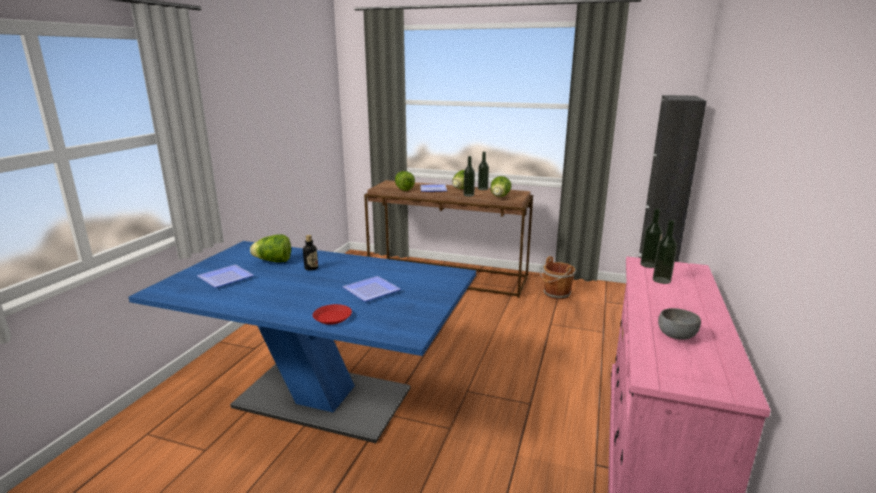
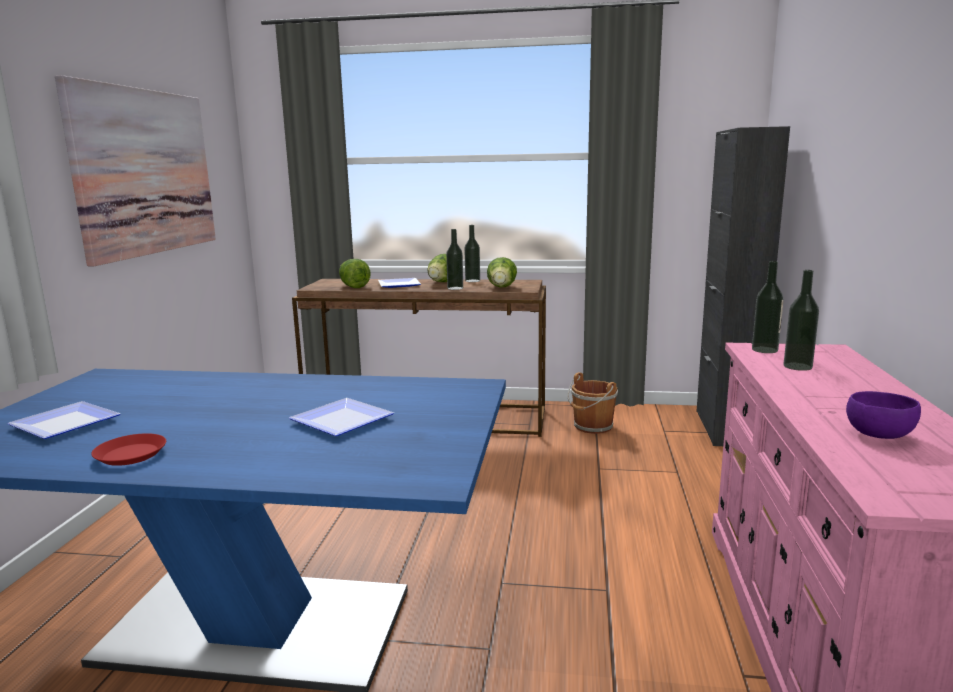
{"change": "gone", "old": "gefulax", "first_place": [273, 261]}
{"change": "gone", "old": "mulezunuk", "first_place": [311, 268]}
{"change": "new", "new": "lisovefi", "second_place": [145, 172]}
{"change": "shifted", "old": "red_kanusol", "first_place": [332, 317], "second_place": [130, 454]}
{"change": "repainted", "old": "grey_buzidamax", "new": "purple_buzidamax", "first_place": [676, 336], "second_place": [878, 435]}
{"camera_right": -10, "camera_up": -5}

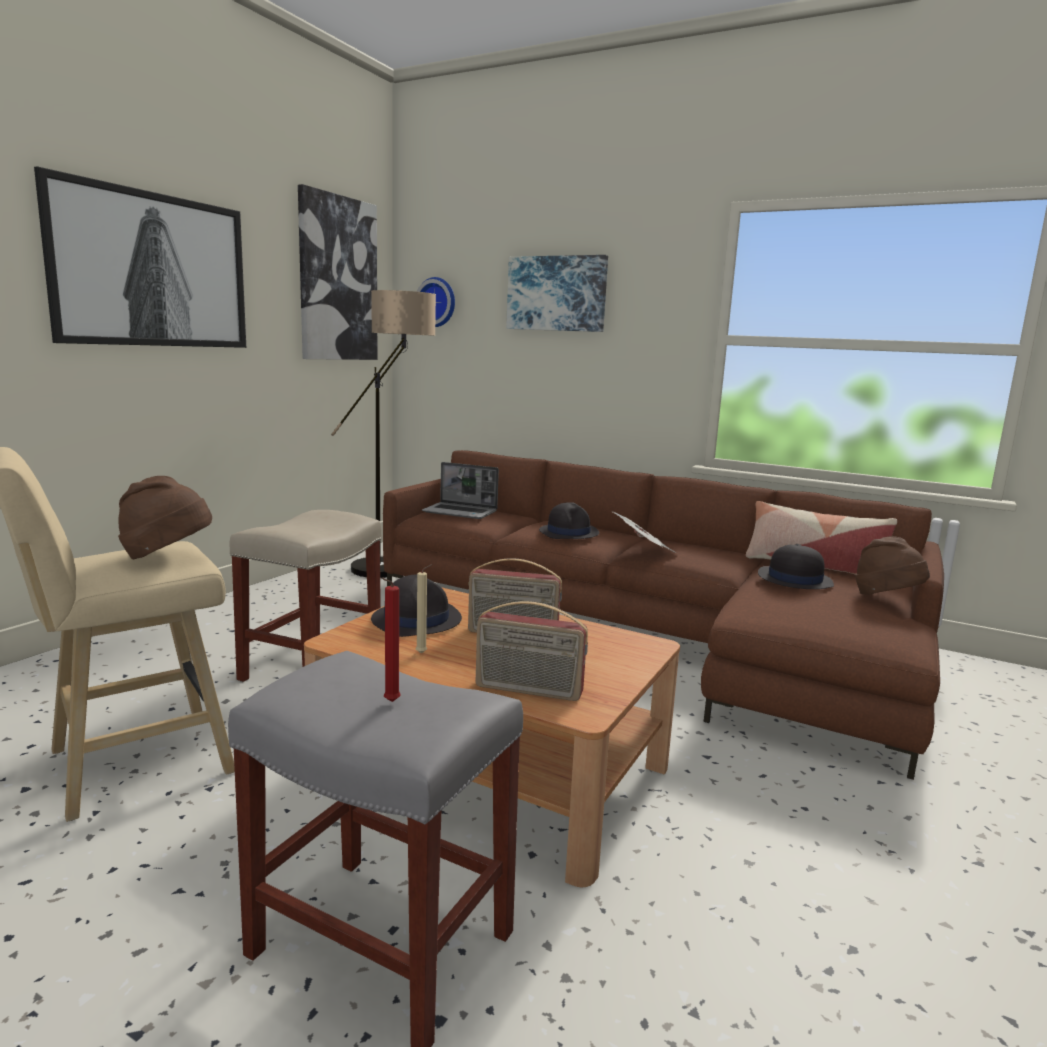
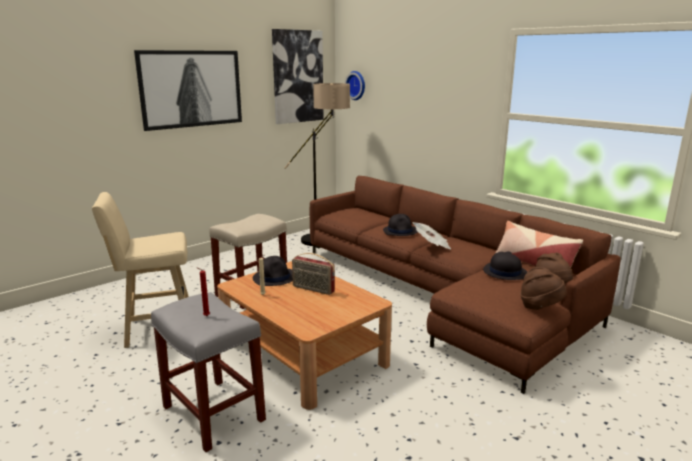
{"change": "gone", "old": "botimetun", "first_place": [461, 512]}
{"change": "gone", "old": "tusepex", "first_place": [528, 690]}
{"change": "gone", "old": "lisovefi", "first_place": [557, 293]}
{"change": "shifted", "old": "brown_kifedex", "first_place": [167, 557], "second_place": [540, 307]}
{"camera_right": 20, "camera_up": 5}

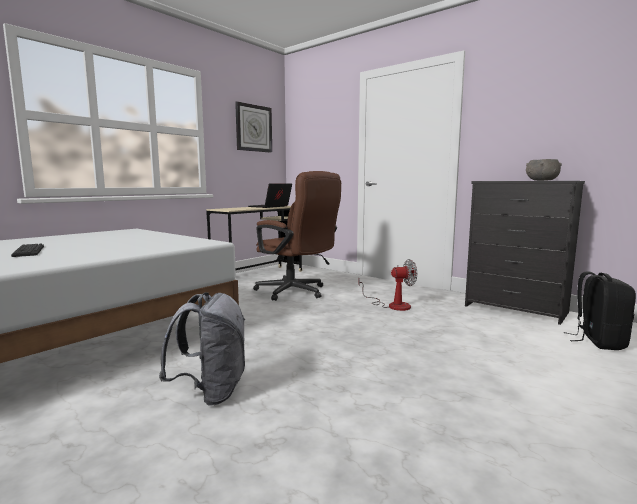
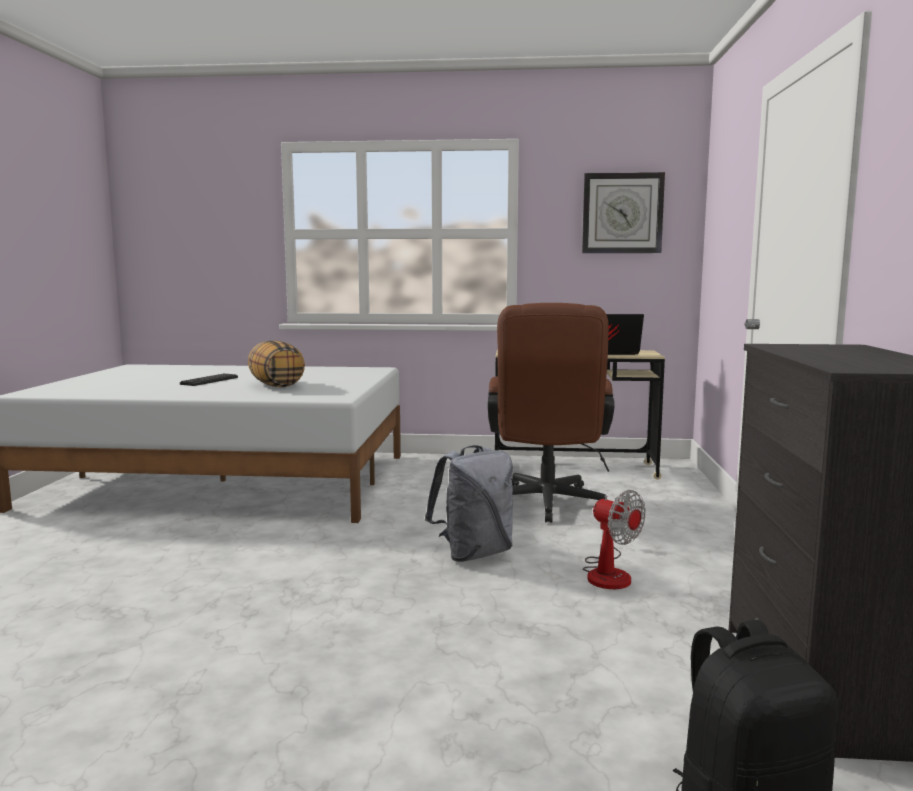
{"change": "gone", "old": "grey_buzidamax", "first_place": [541, 180]}
{"change": "new", "new": "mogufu", "second_place": [276, 385]}
{"change": "shifted", "old": "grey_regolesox", "first_place": [211, 392], "second_place": [474, 554]}
{"camera_right": 55, "camera_up": 0}

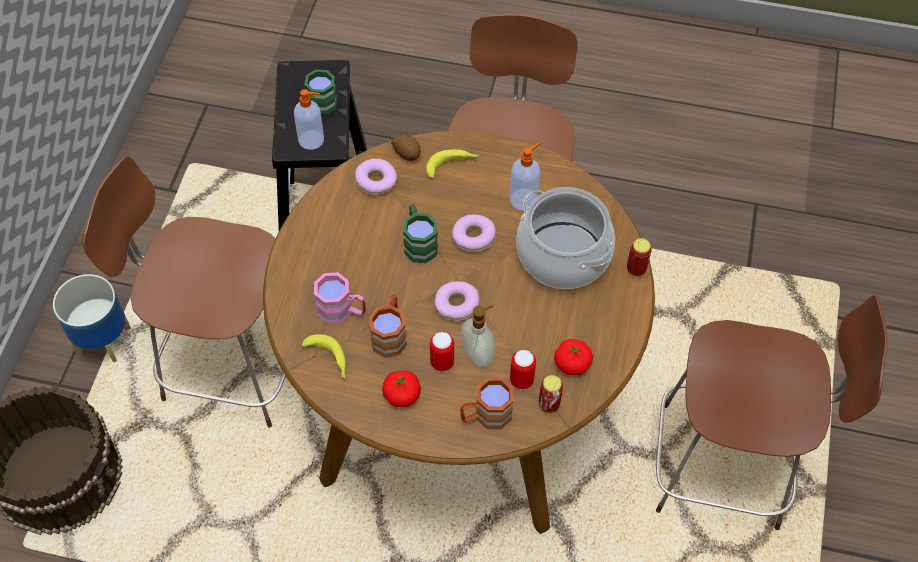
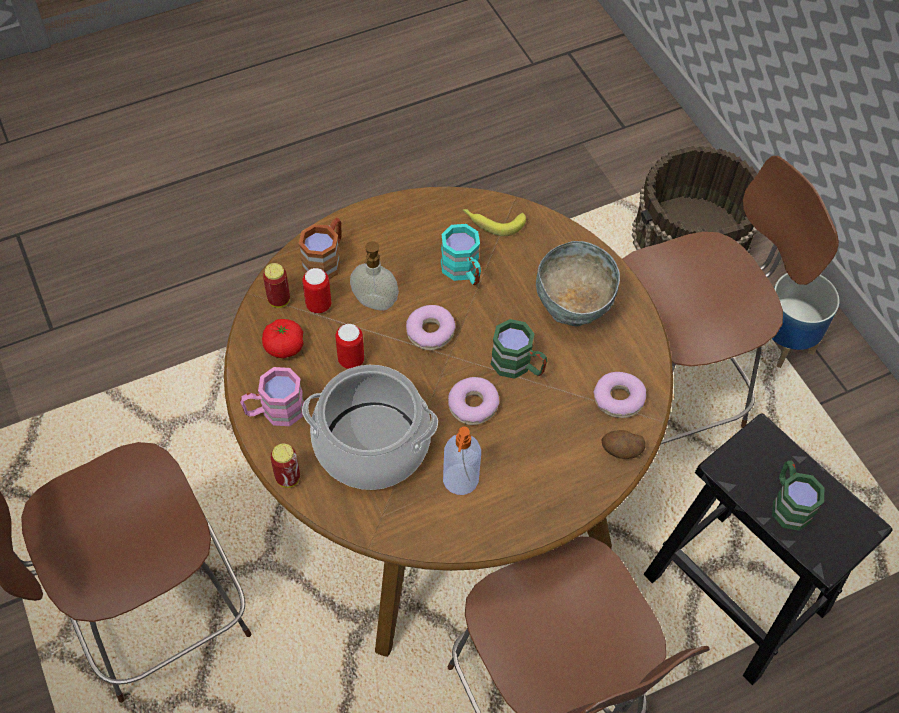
{"change": "gone", "old": "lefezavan", "first_place": [312, 140]}
{"change": "gone", "old": "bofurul", "first_place": [402, 395]}
{"change": "gone", "old": "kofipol", "first_place": [452, 165]}
{"change": "new", "new": "grey_buzidamax", "second_place": [572, 311]}
{"change": "shifted", "old": "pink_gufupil", "first_place": [342, 311], "second_place": [274, 411]}
{"change": "shifted", "old": "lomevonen", "first_place": [442, 362], "second_place": [351, 360]}
{"change": "repainted", "old": "brown_gufupil", "new": "turquoise_gufupil", "first_place": [390, 334], "second_place": [463, 271]}
{"camera_right": 140, "camera_up": 0}

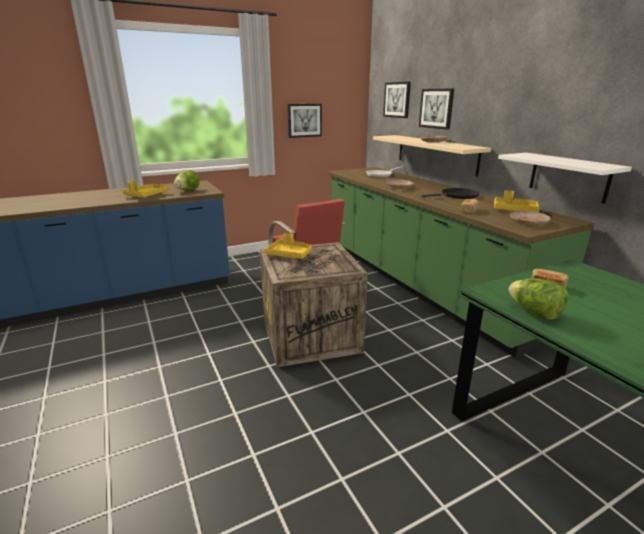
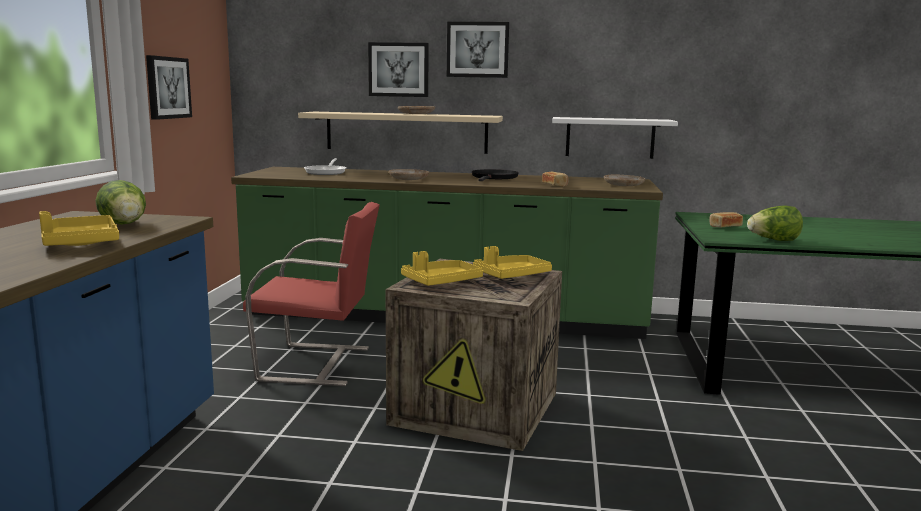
{"change": "shifted", "old": "lisovefi", "first_place": [397, 100], "second_place": [477, 50]}
{"change": "shifted", "old": "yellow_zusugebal", "first_place": [514, 210], "second_place": [511, 275]}
{"camera_right": -55, "camera_up": -10}

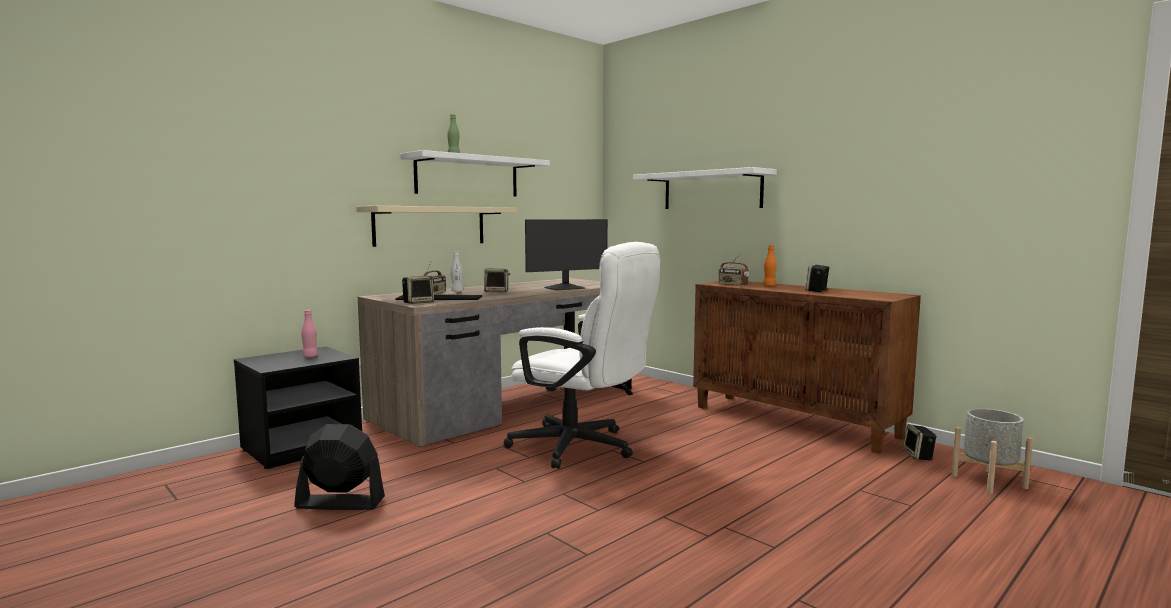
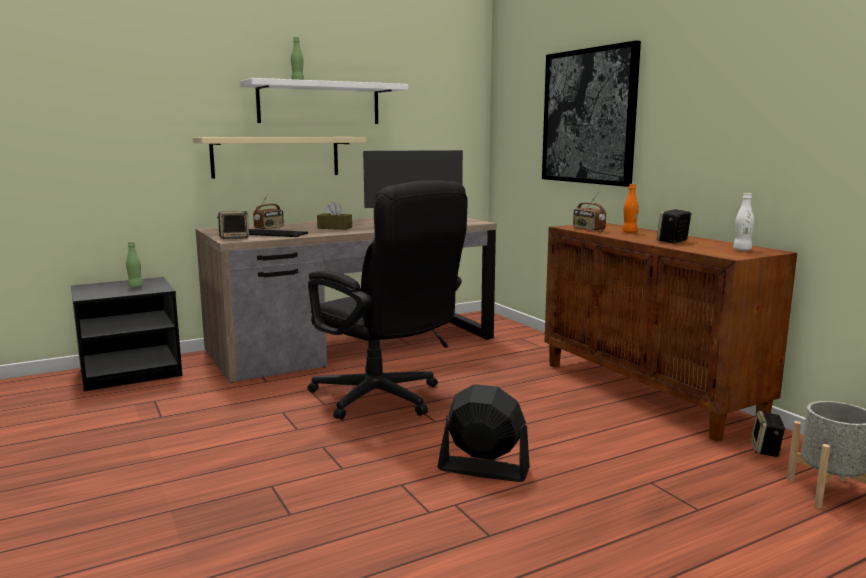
{"change": "shifted", "old": "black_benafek", "first_place": [340, 503], "second_place": [483, 469]}
{"change": "shifted", "old": "white_mulezunuk", "first_place": [457, 291], "second_place": [742, 250]}
{"change": "swapped", "old": "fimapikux", "new": "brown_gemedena", "first_place": [497, 292], "second_place": [334, 228]}
{"change": "swapped", "old": "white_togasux", "new": "lisovefi", "first_place": [711, 190], "second_place": [588, 116]}
{"change": "repainted", "old": "pink_mulezunuk", "new": "green_mulezunuk", "first_place": [310, 356], "second_place": [135, 286]}
{"change": "repainted", "old": "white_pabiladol", "new": "black_pabiladol", "first_place": [582, 448], "second_place": [384, 400]}
{"camera_right": 15, "camera_up": 5}

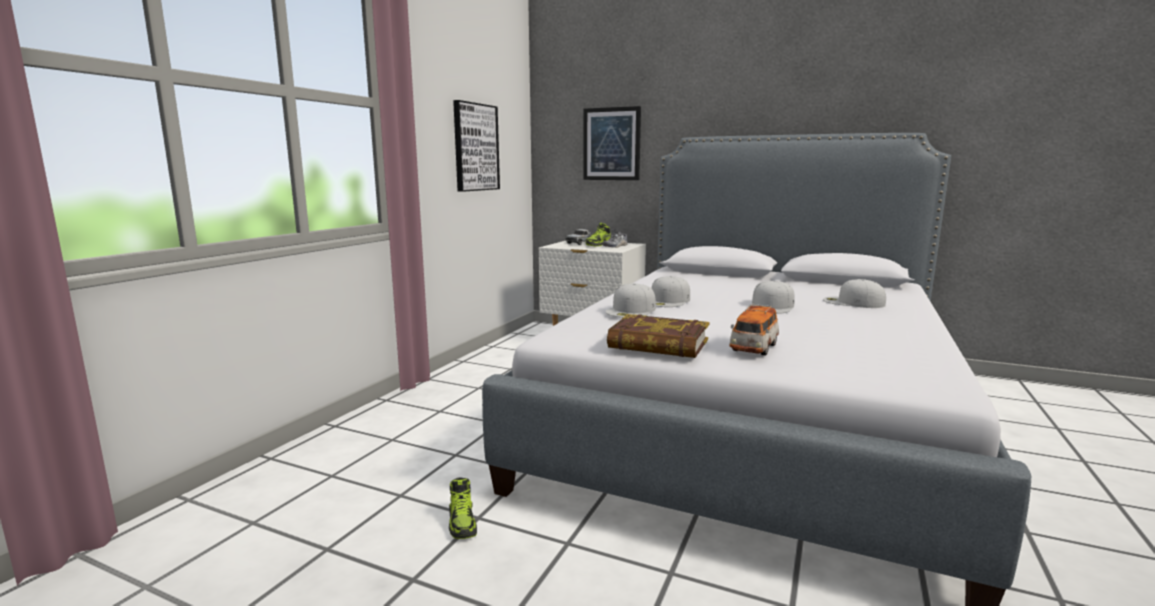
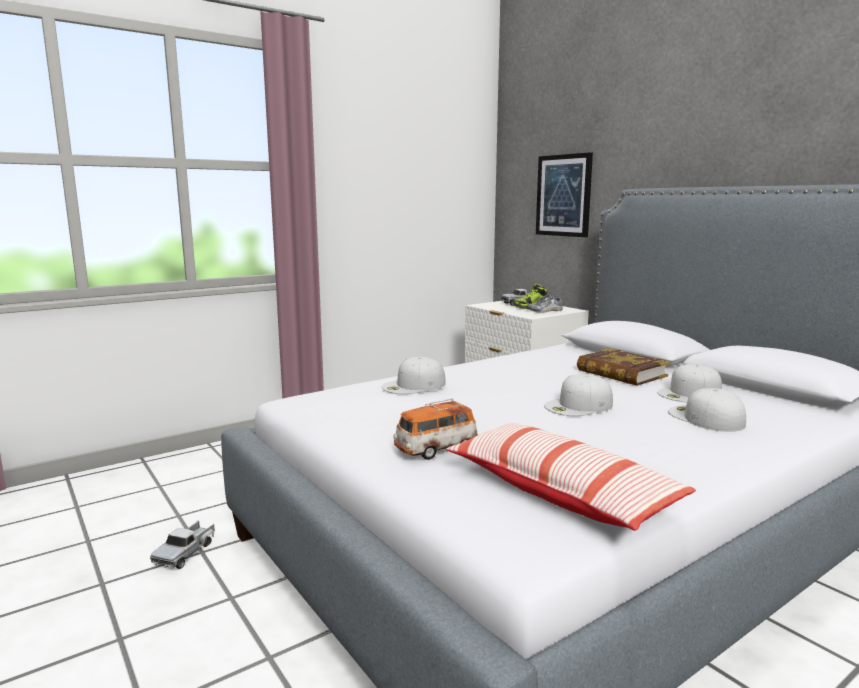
{"change": "gone", "old": "lisovefi", "first_place": [475, 147]}
{"change": "new", "new": "mogufu", "second_place": [561, 492]}
{"change": "shifted", "old": "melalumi", "first_place": [658, 344], "second_place": [621, 373]}
{"change": "shifted", "old": "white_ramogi", "first_place": [668, 301], "second_place": [689, 393]}
{"change": "swapped", "old": "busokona", "new": "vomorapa", "first_place": [462, 523], "second_place": [186, 552]}
{"camera_right": 30, "camera_up": 0}

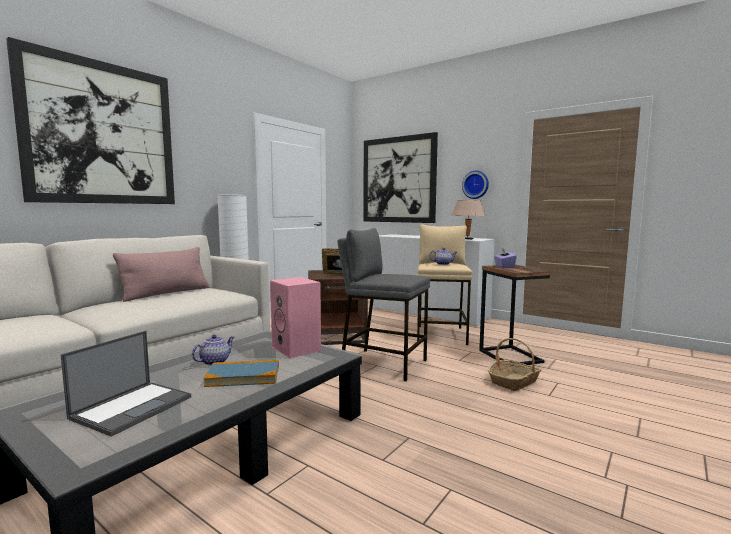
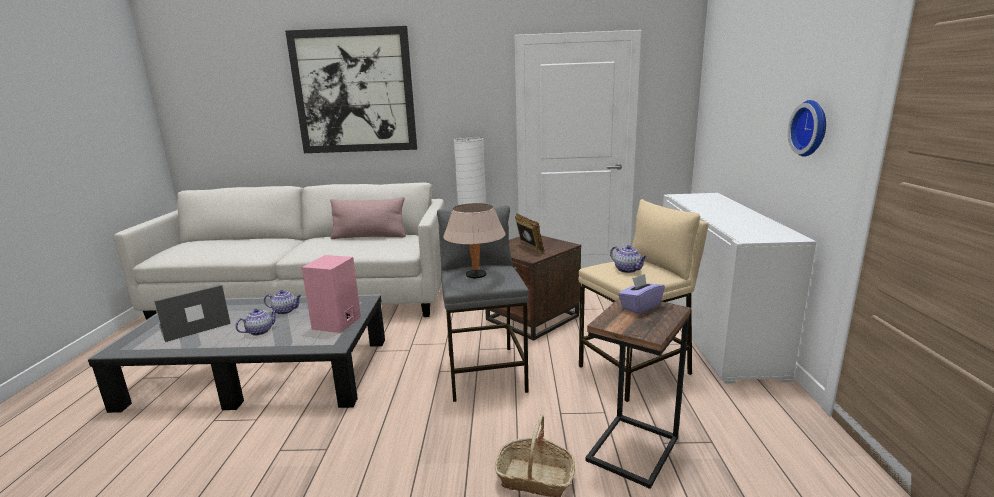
{"change": "gone", "old": "lisovefi", "first_place": [398, 180]}
{"change": "shifted", "old": "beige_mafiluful", "first_place": [467, 239], "second_place": [476, 275]}
{"change": "swapped", "old": "melalumi", "new": "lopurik", "first_place": [243, 376], "second_place": [260, 331]}
{"change": "rotated", "old": "botimetun", "first_place": [133, 407], "second_place": [194, 325], "degrees": 150}
{"camera_right": 55, "camera_up": 10}

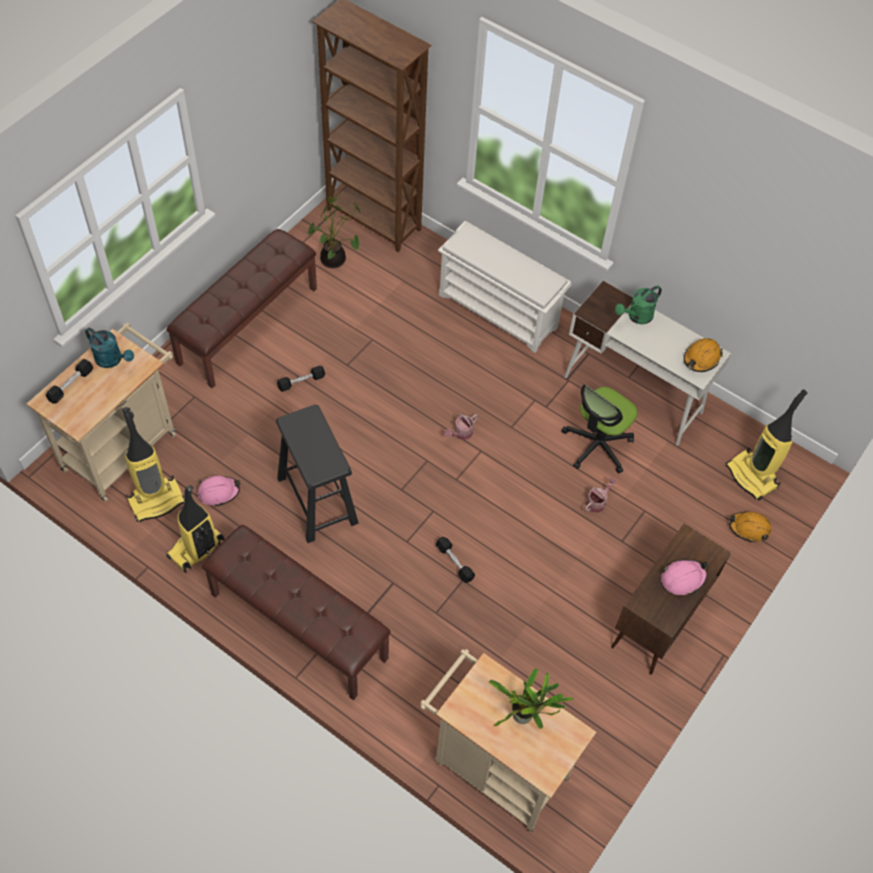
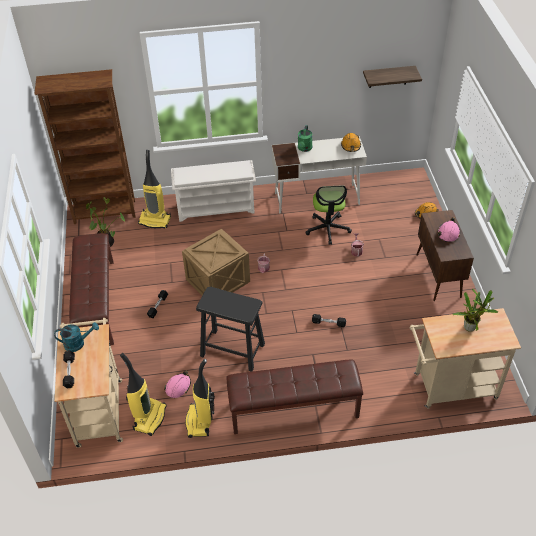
{"change": "new", "new": "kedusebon", "second_place": [217, 281]}
{"change": "new", "new": "togasux", "second_place": [388, 76]}
{"change": "shifted", "old": "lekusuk", "first_place": [752, 476], "second_place": [155, 220]}
{"camera_right": -40, "camera_up": -10}

